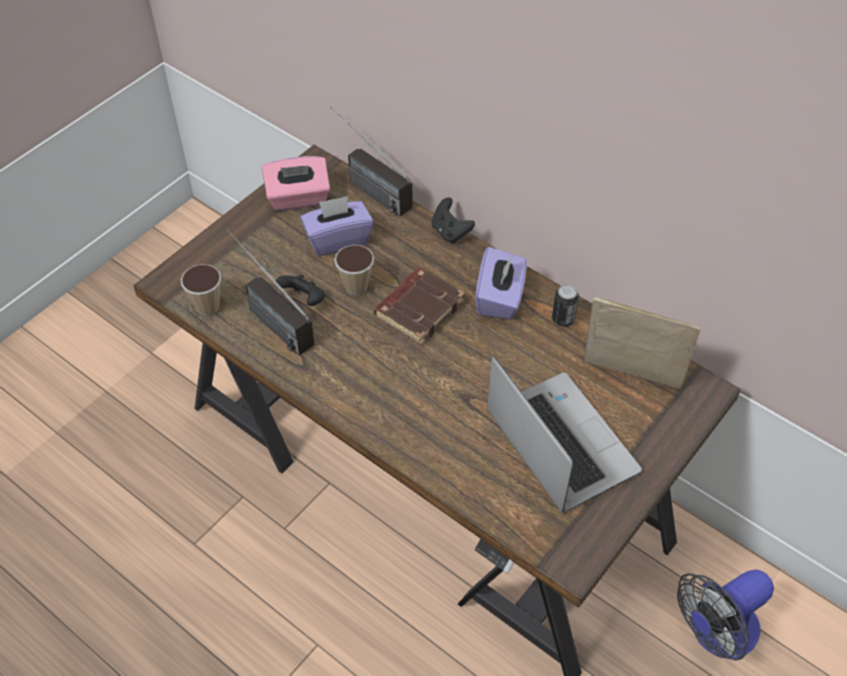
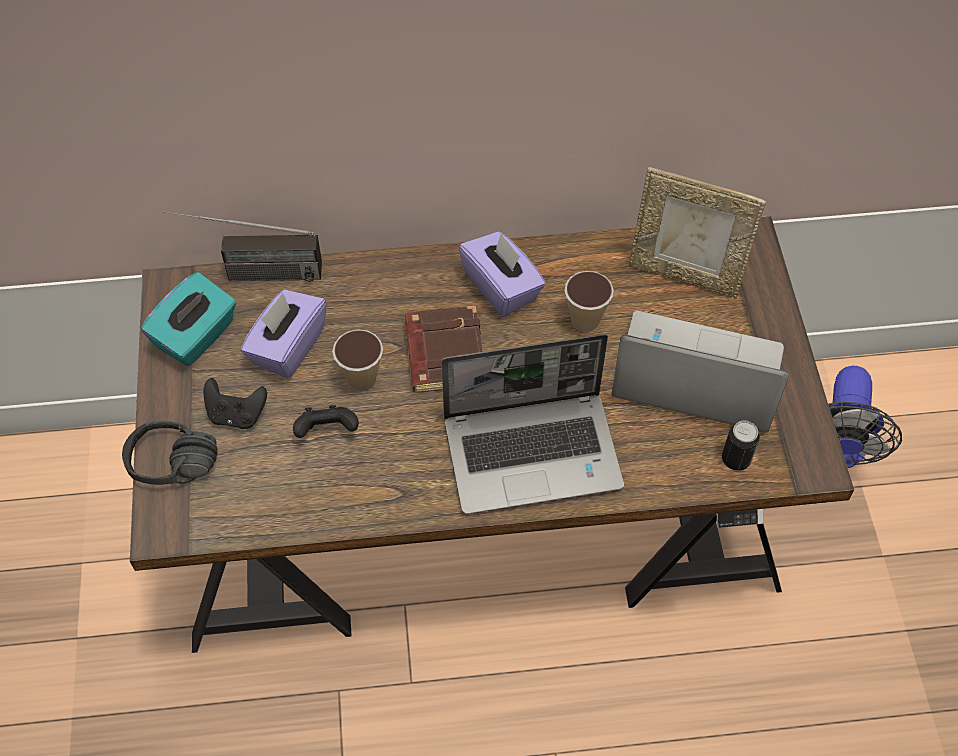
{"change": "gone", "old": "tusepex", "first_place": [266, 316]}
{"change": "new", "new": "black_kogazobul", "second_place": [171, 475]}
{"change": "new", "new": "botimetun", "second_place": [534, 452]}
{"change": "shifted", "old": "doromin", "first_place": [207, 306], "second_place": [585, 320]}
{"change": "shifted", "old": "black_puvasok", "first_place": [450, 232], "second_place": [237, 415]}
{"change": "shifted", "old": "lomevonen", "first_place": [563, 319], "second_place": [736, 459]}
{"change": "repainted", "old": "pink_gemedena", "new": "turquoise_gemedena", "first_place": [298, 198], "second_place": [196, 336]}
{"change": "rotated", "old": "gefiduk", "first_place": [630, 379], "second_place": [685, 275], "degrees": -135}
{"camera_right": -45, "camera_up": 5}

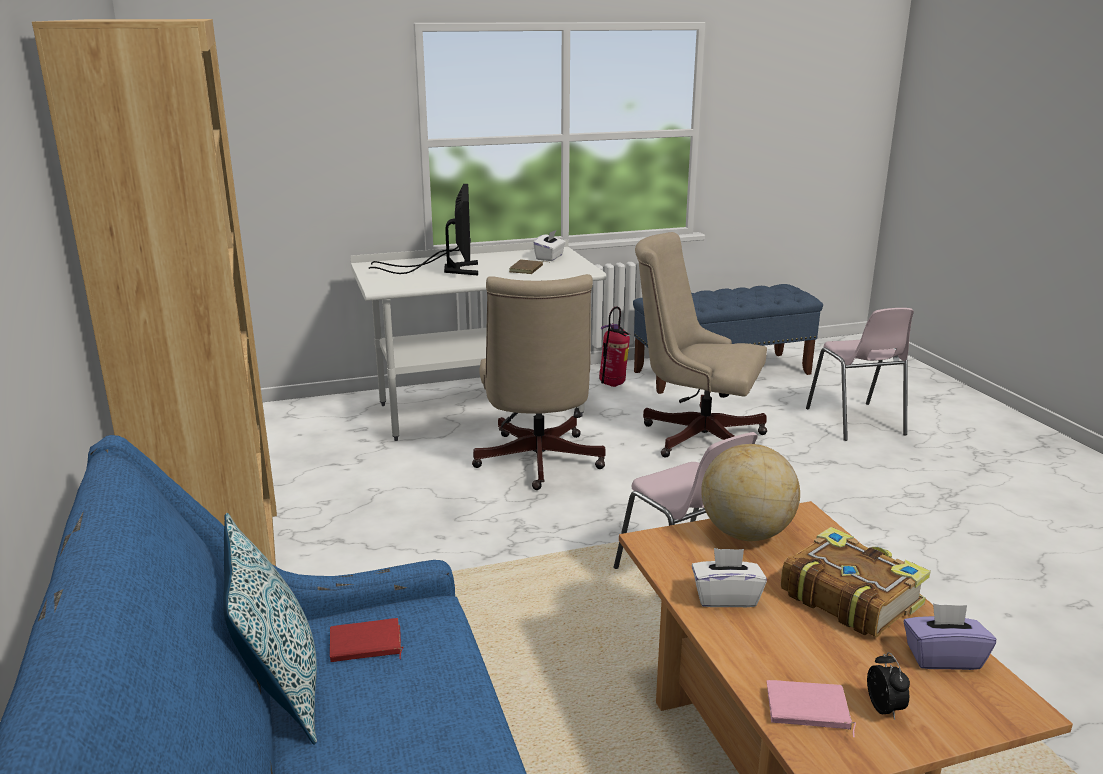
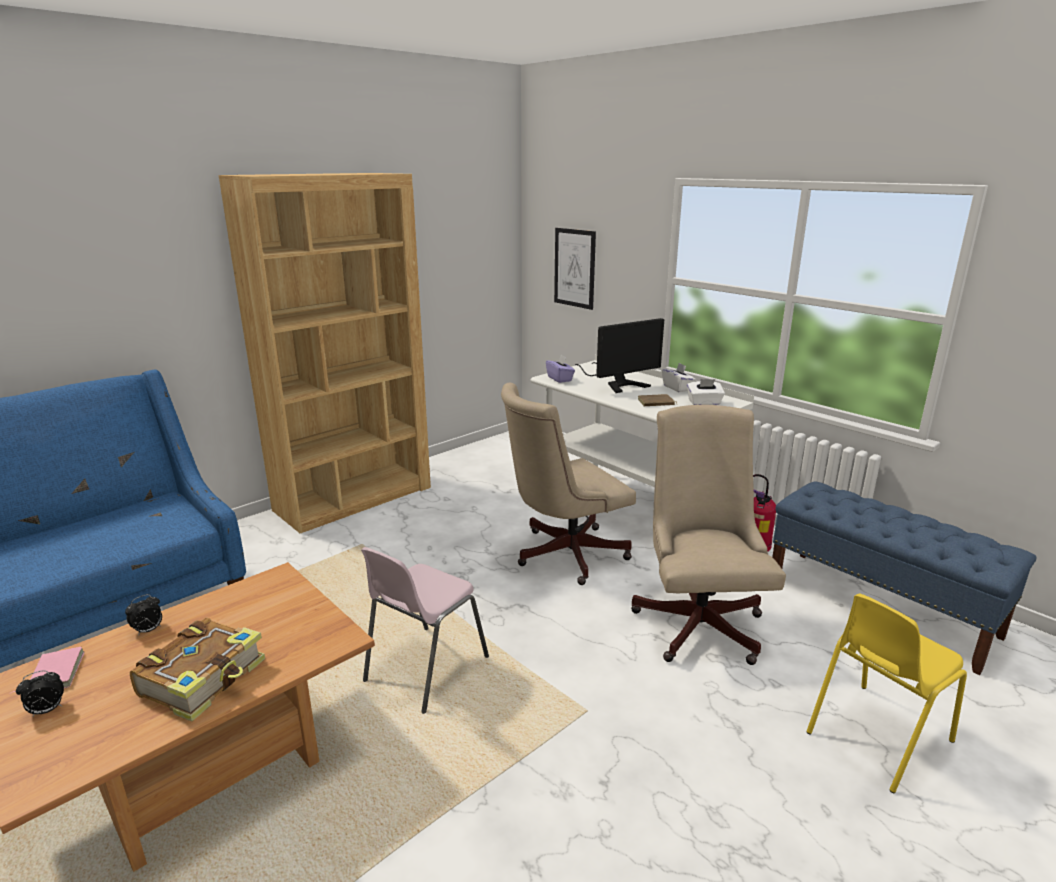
{"change": "gone", "old": "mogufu", "first_place": [280, 689]}
{"change": "gone", "old": "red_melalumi", "first_place": [365, 646]}
{"change": "gone", "old": "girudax", "first_place": [746, 533]}
{"change": "new", "new": "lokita", "second_place": [148, 630]}
{"change": "new", "new": "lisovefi", "second_place": [574, 268]}
{"change": "shifted", "old": "white_gemedena", "first_place": [725, 597], "second_place": [677, 388]}
{"change": "shifted", "old": "purple_gemedena", "first_place": [943, 657], "second_place": [560, 379]}
{"change": "repainted", "old": "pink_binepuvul", "new": "yellow_binepuvul", "first_place": [855, 422], "second_place": [876, 736]}
{"camera_right": 65, "camera_up": 0}

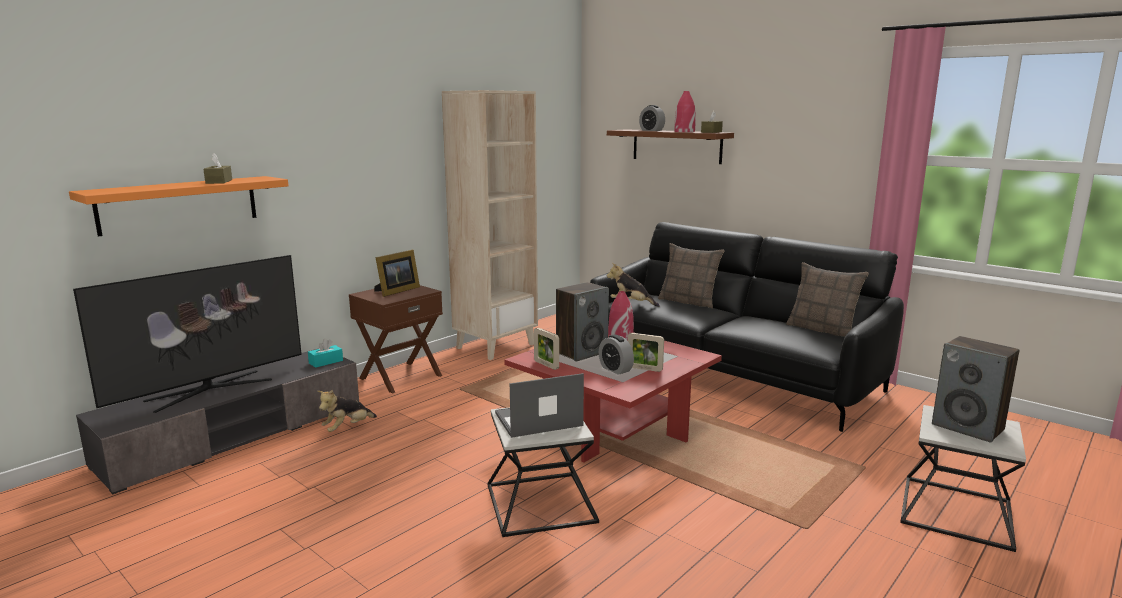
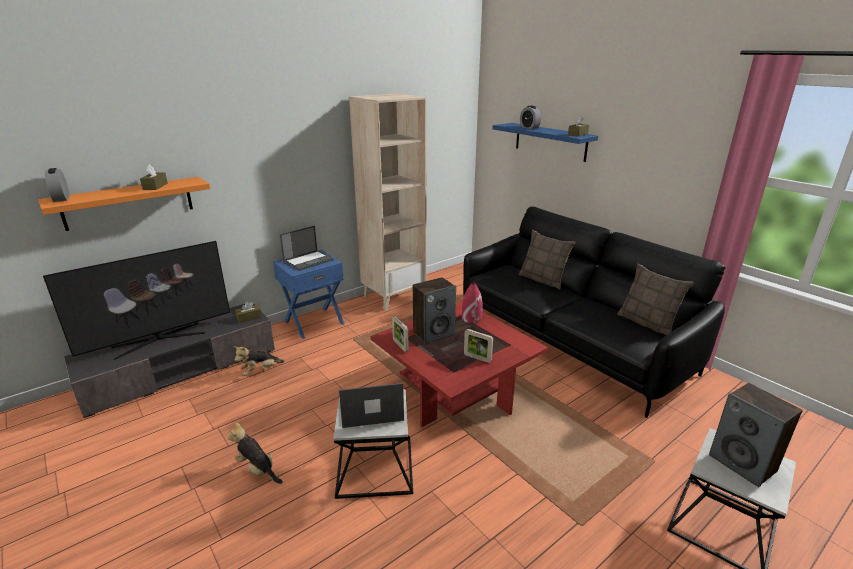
{"change": "gone", "old": "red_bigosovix", "first_place": [684, 131]}
{"change": "shifted", "old": "lokita", "first_place": [615, 369], "second_place": [61, 198]}
{"change": "shifted", "old": "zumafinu", "first_place": [631, 303], "second_place": [257, 469]}
{"change": "swapped", "old": "gefiduk", "new": "botimetun", "first_place": [396, 291], "second_place": [308, 260]}
{"change": "repainted", "old": "turquoise_gemedena", "new": "brown_gemedena", "first_place": [326, 362], "second_place": [249, 317]}
{"change": "repainted", "old": "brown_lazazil", "new": "blue_lazazil", "first_place": [400, 376], "second_place": [314, 322]}
{"change": "repainted", "old": "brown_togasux", "new": "blue_togasux", "first_place": [676, 146], "second_place": [550, 141]}
{"camera_right": 10, "camera_up": 10}

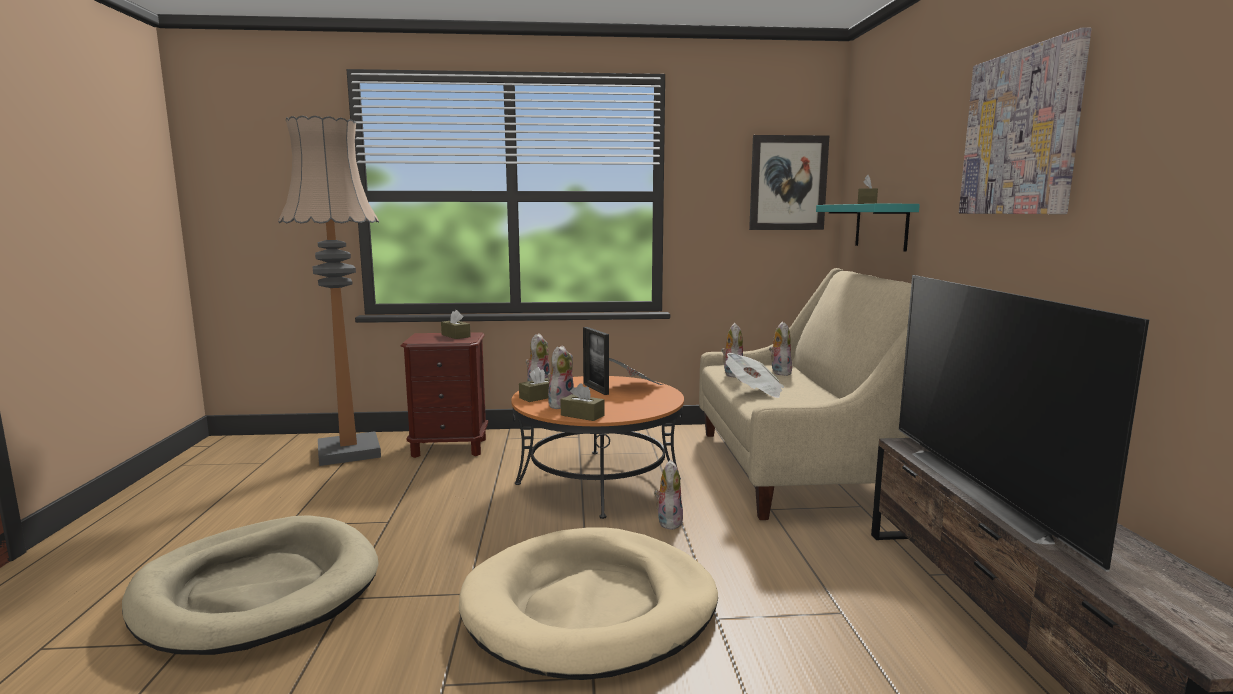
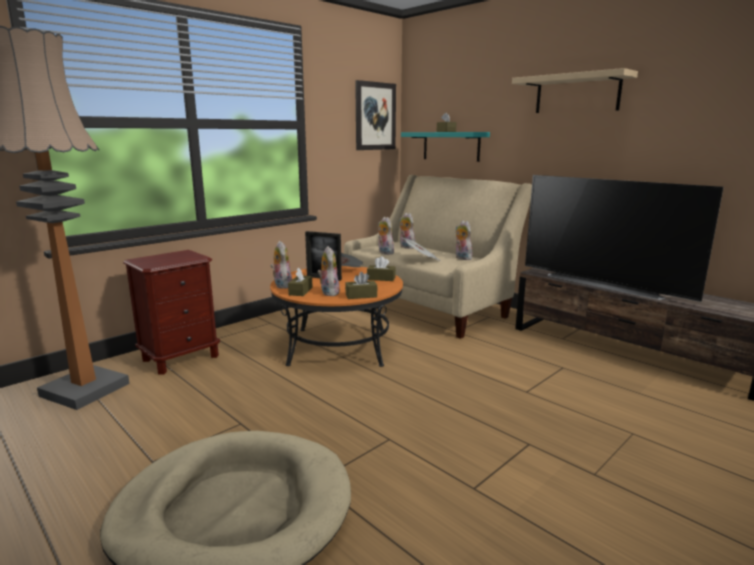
{"change": "gone", "old": "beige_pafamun", "first_place": [591, 608]}
{"change": "shifted", "old": "brown_gemedena", "first_place": [455, 336], "second_place": [381, 278]}
{"change": "shifted", "old": "zumafinu", "first_place": [668, 521], "second_place": [462, 258]}
{"change": "swapped", "old": "lisovefi", "new": "beige_togasux", "first_place": [1020, 133], "second_place": [577, 94]}
{"camera_right": -40, "camera_up": 5}

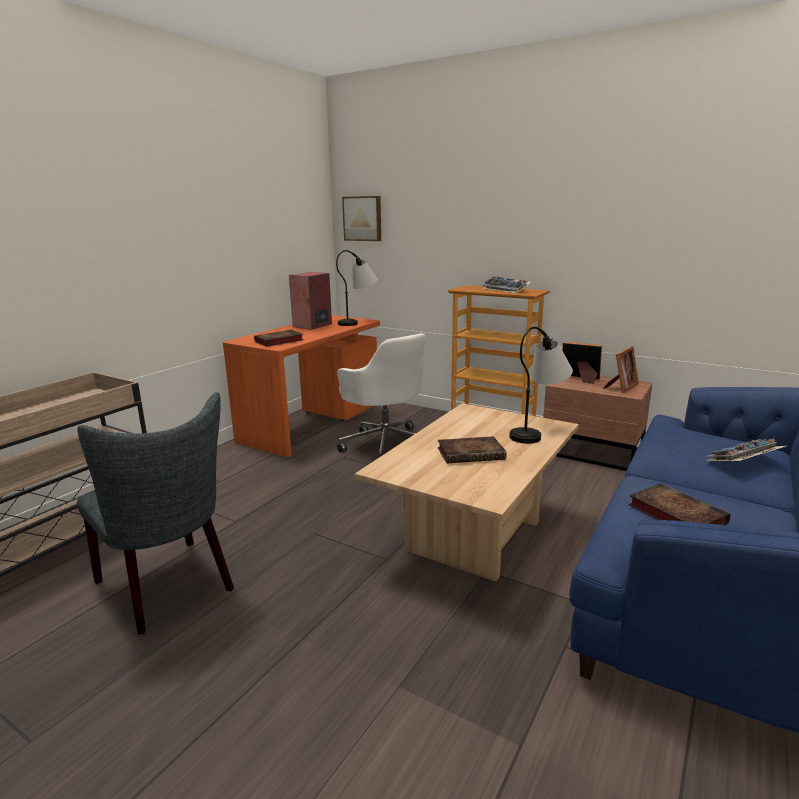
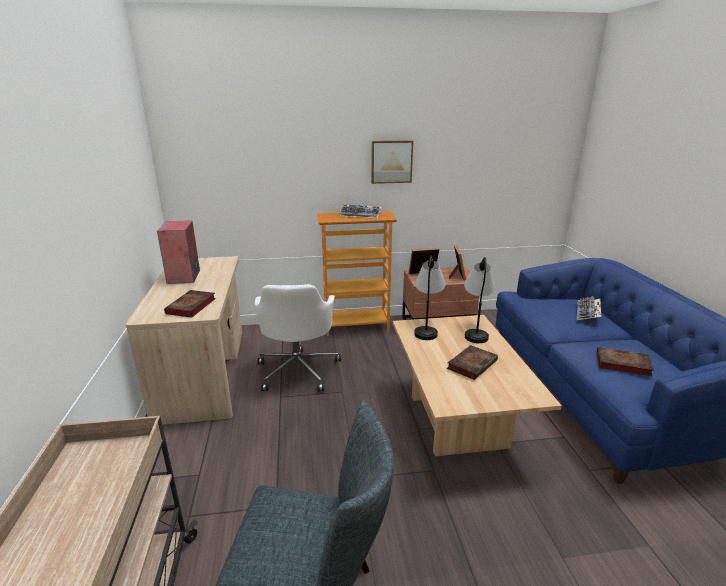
{"change": "shifted", "old": "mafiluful", "first_place": [359, 322], "second_place": [427, 327]}
{"change": "shifted", "old": "lisovefi", "first_place": [363, 218], "second_place": [391, 161]}
{"change": "repainted", "old": "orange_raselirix", "new": "beige_raselirix", "first_place": [313, 423], "second_place": [205, 372]}
{"change": "rotated", "old": "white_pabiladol", "first_place": [385, 444], "second_place": [298, 369], "degrees": 75}
{"camera_right": -40, "camera_up": 5}

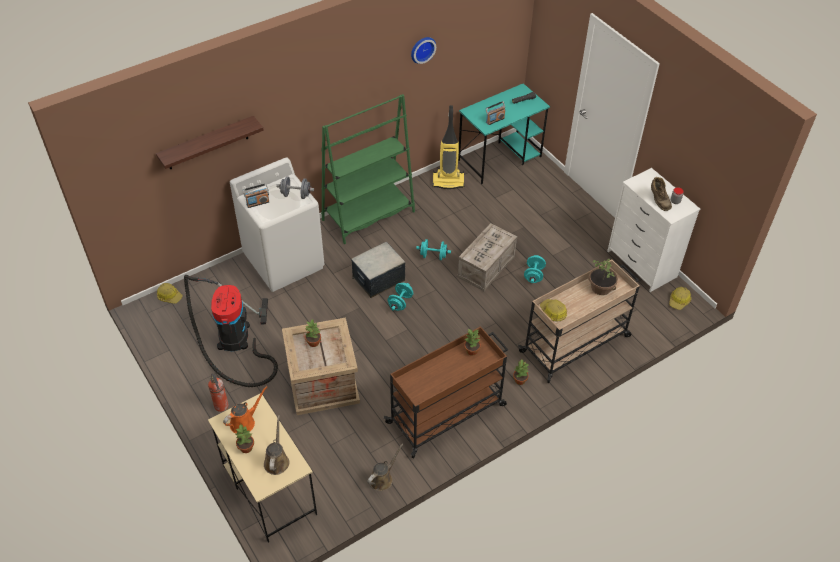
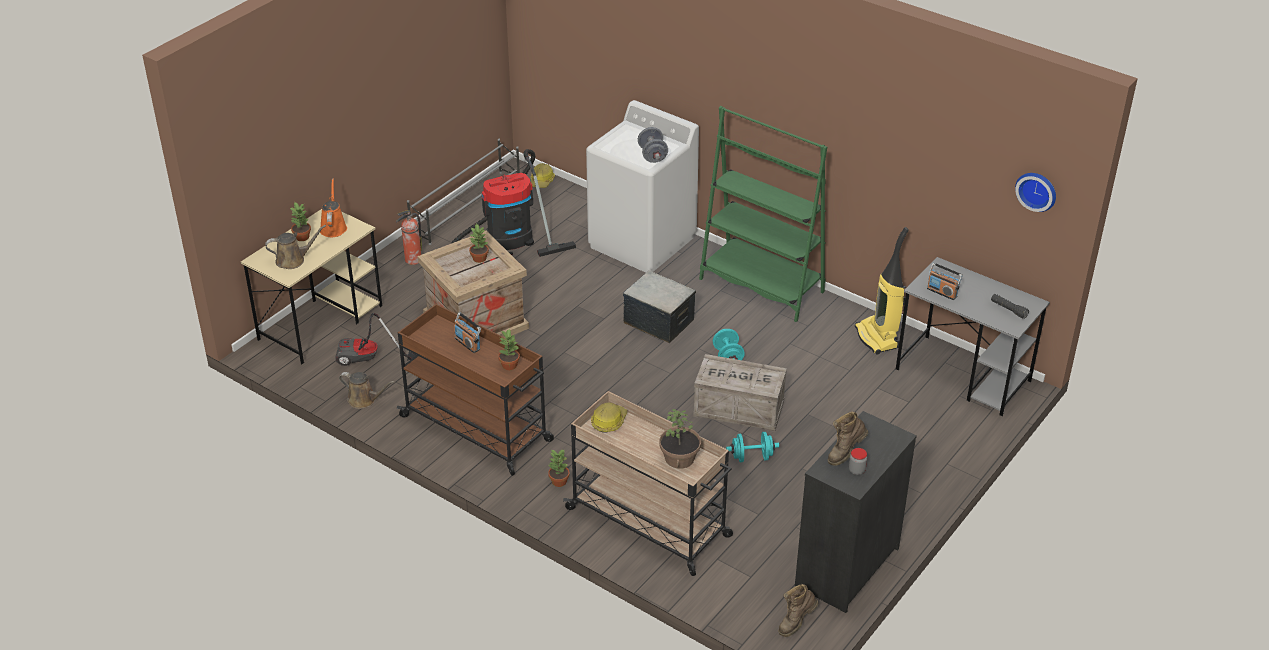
{"change": "gone", "old": "togasux", "first_place": [207, 143]}
{"change": "gone", "old": "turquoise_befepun", "first_place": [400, 302]}
{"change": "new", "new": "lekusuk", "second_place": [369, 360]}
{"change": "new", "new": "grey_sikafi", "second_place": [467, 207]}
{"change": "shifted", "old": "tusepex", "first_place": [257, 203], "second_place": [467, 343]}
{"change": "shifted", "old": "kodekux", "first_place": [422, 49], "second_place": [1037, 190]}
{"change": "swapped", "old": "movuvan", "new": "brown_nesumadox", "first_place": [679, 301], "second_place": [796, 622]}
{"change": "repainted", "old": "turquoise_raselirix", "new": "grey_raselirix", "first_place": [500, 158], "second_place": [964, 375]}
{"change": "repainted", "old": "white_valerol", "new": "black_valerol", "first_place": [641, 264], "second_place": [846, 567]}
{"change": "rotated", "old": "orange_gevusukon", "first_place": [244, 422], "second_place": [333, 227], "degrees": -120}
{"camera_right": 70, "camera_up": -10}

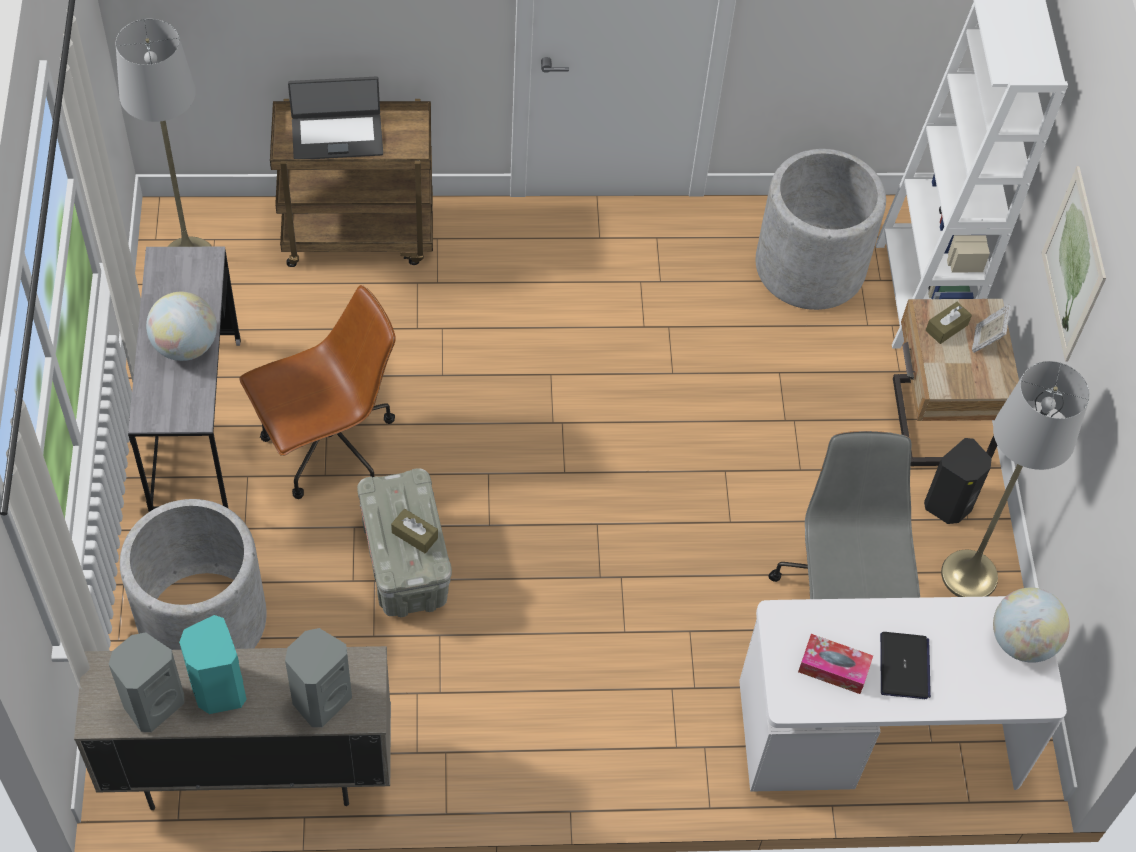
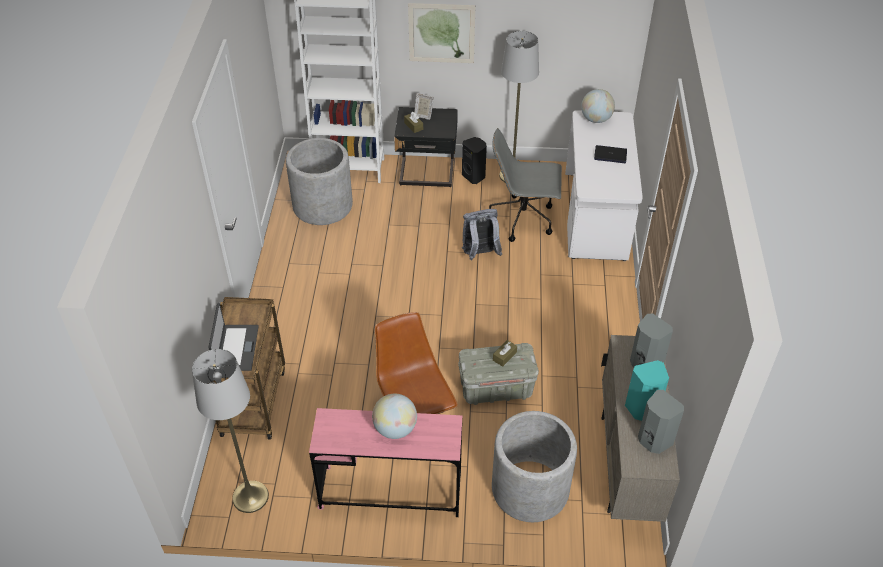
{"change": "gone", "old": "gemedena", "first_place": [833, 668]}
{"change": "new", "new": "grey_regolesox", "second_place": [480, 254]}
{"change": "repainted", "old": "grey_raselirix", "new": "pink_raselirix", "first_place": [197, 428], "second_place": [390, 492]}
{"change": "repainted", "old": "beige_lazazil", "new": "black_lazazil", "first_place": [935, 423], "second_place": [427, 174]}
{"camera_right": -80, "camera_up": -10}

